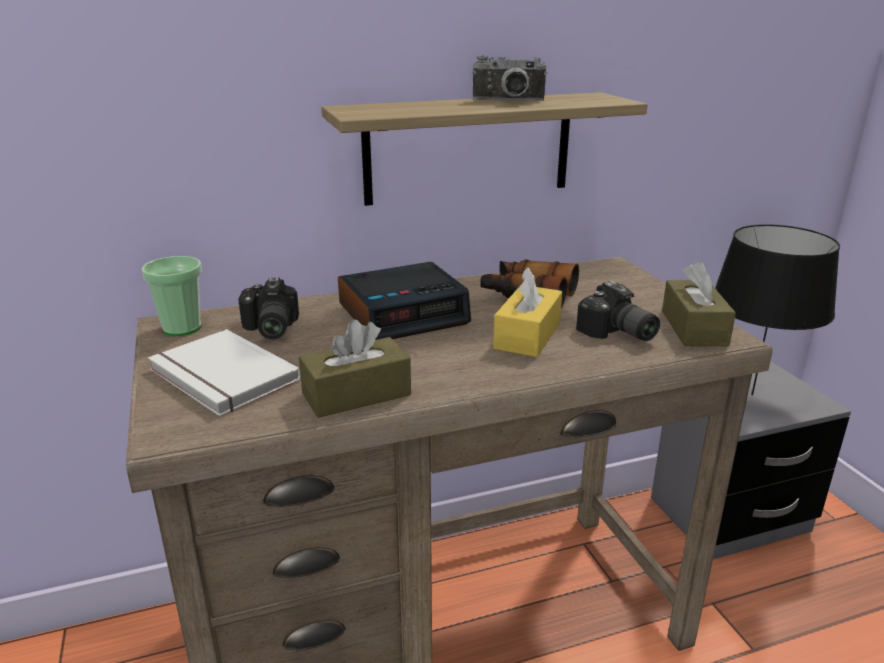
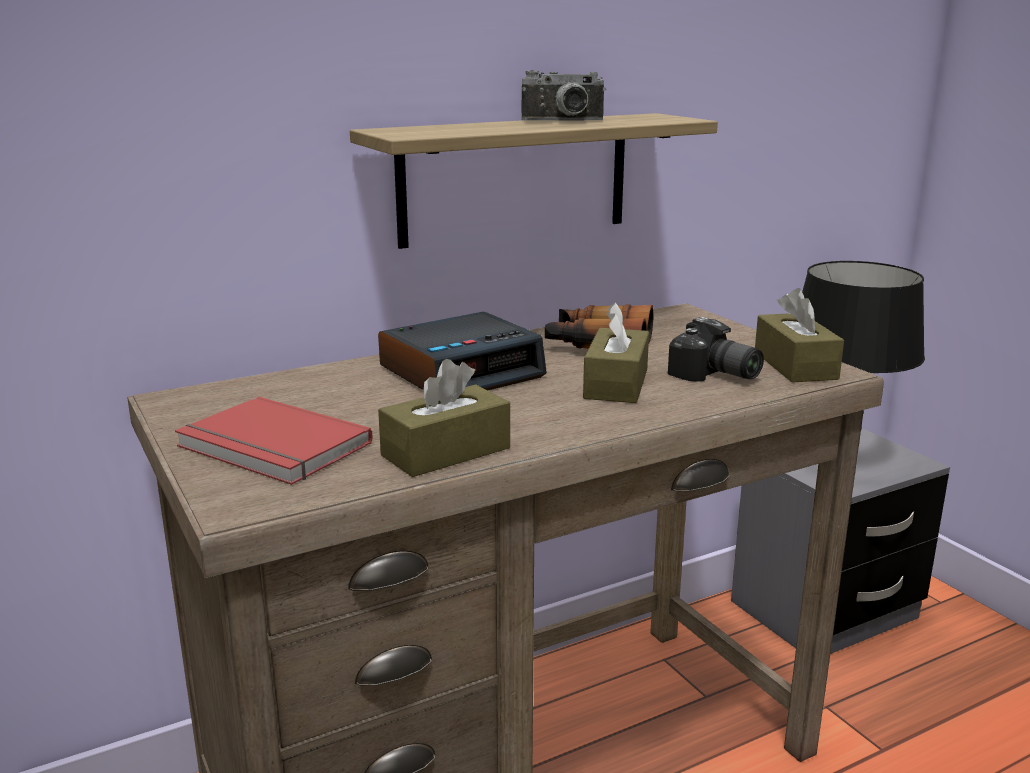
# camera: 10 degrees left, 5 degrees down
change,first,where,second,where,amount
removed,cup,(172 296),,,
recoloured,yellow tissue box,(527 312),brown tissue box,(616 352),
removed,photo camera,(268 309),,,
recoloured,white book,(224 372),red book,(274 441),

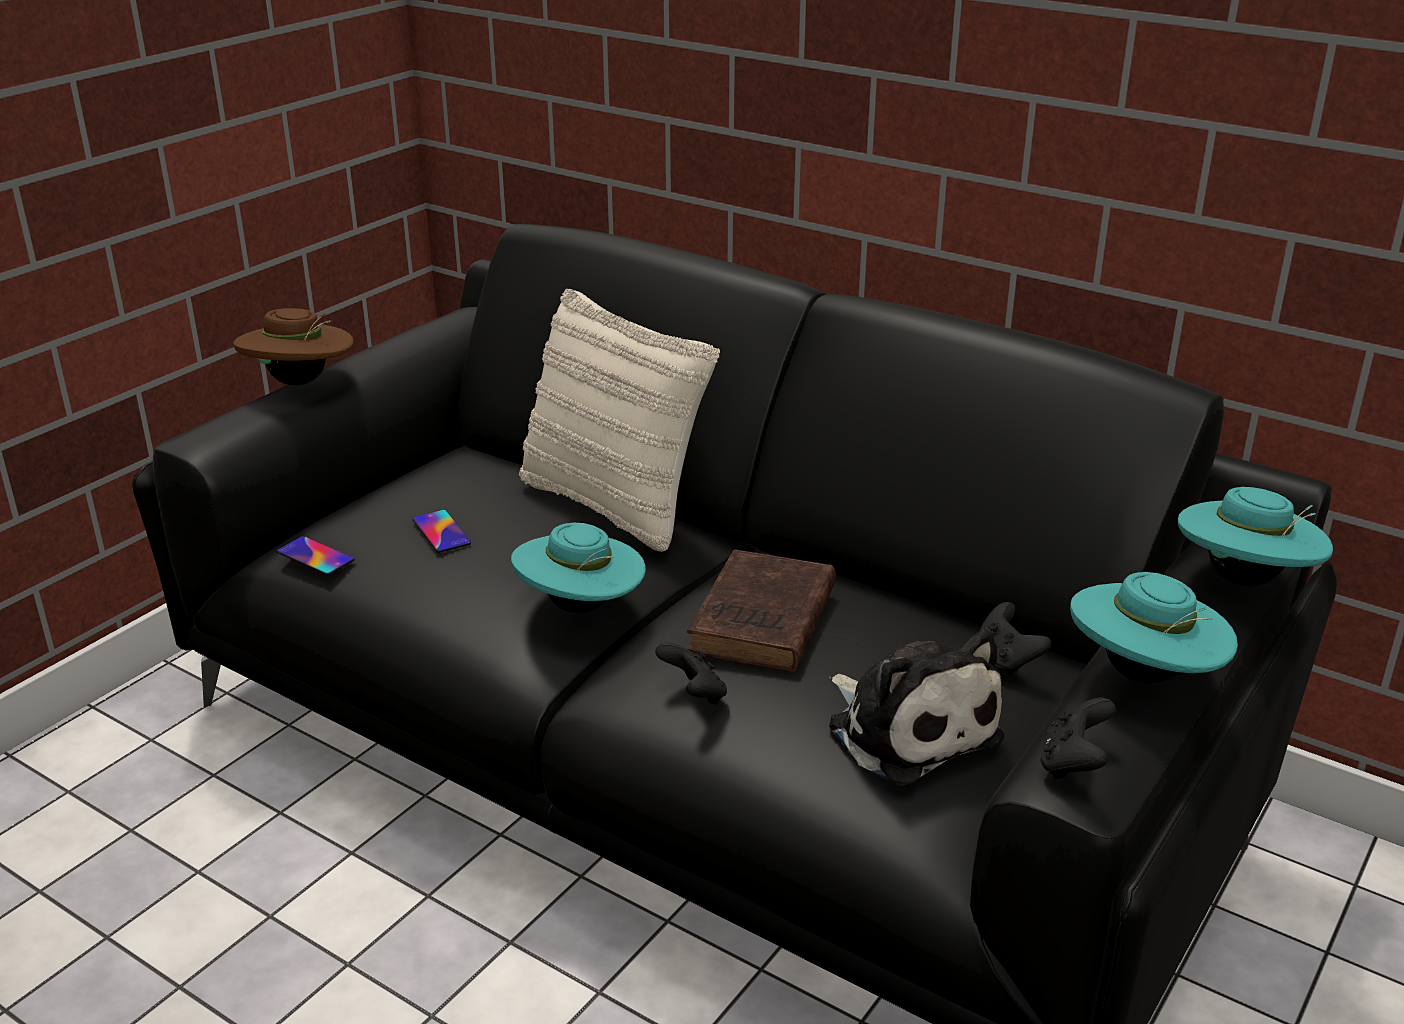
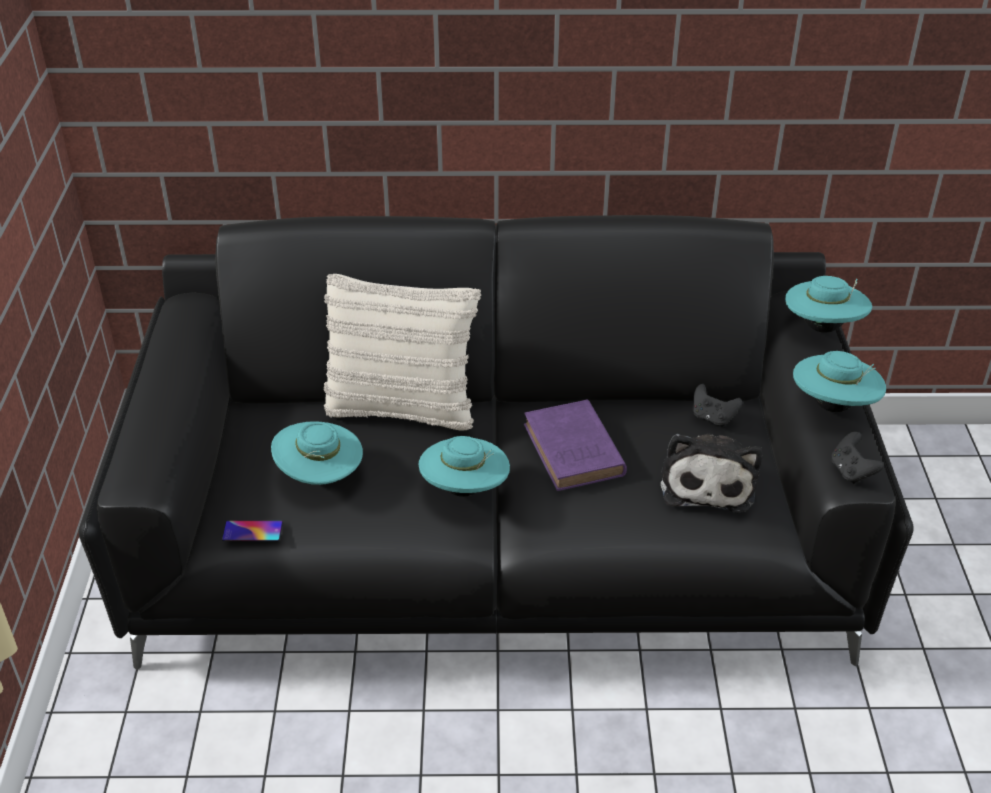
# camera: 35 degrees left, 10 degrees up
change,first,where,second,where,amount
removed,brown hat,(293 346),,,
replaced,phone,(441 531),turquoise hat,(317 453),
recoloured,brown book,(761 611),purple book,(575 445),
turned,plush toy,(916 707),,(712 473),75 degrees clockwise
removed,black game controller,(691 673),,,

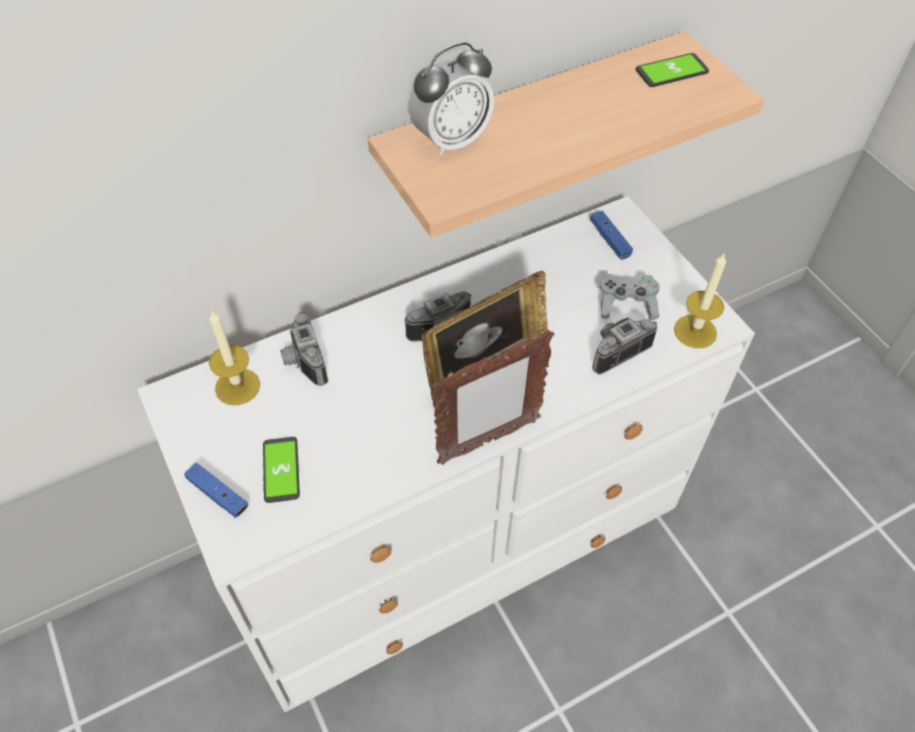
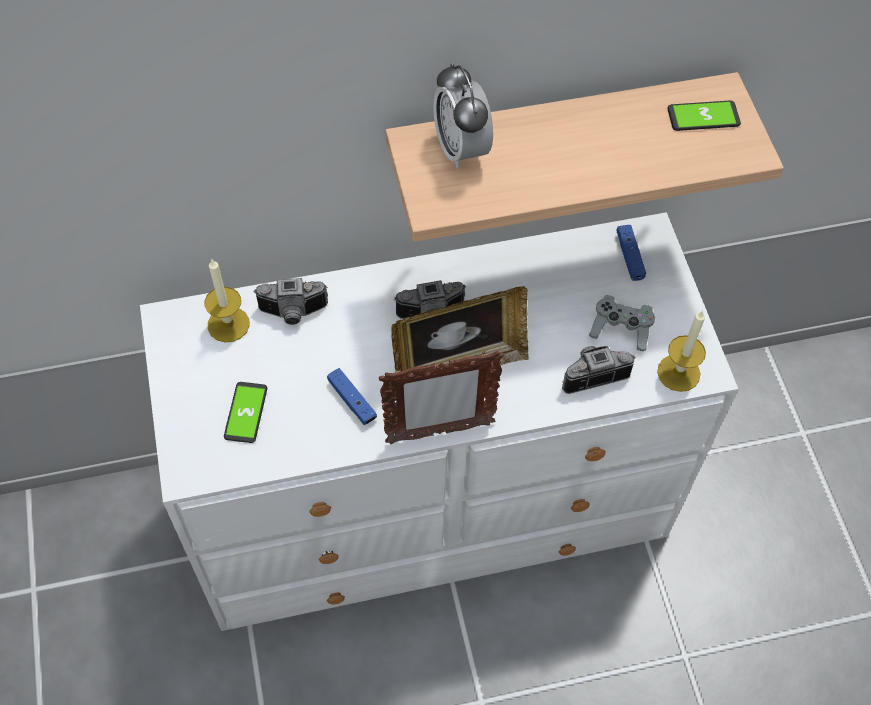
# camera: 15 degrees right, 5 degrees up
change,first,where,second,where,amount
turned,alarm clock,(451 99),,(463 116),90 degrees clockwise
turned,photo camera,(304 349),,(290 301),90 degrees counterclockwise
moved,blue game controller,(216 490),,(352 396),

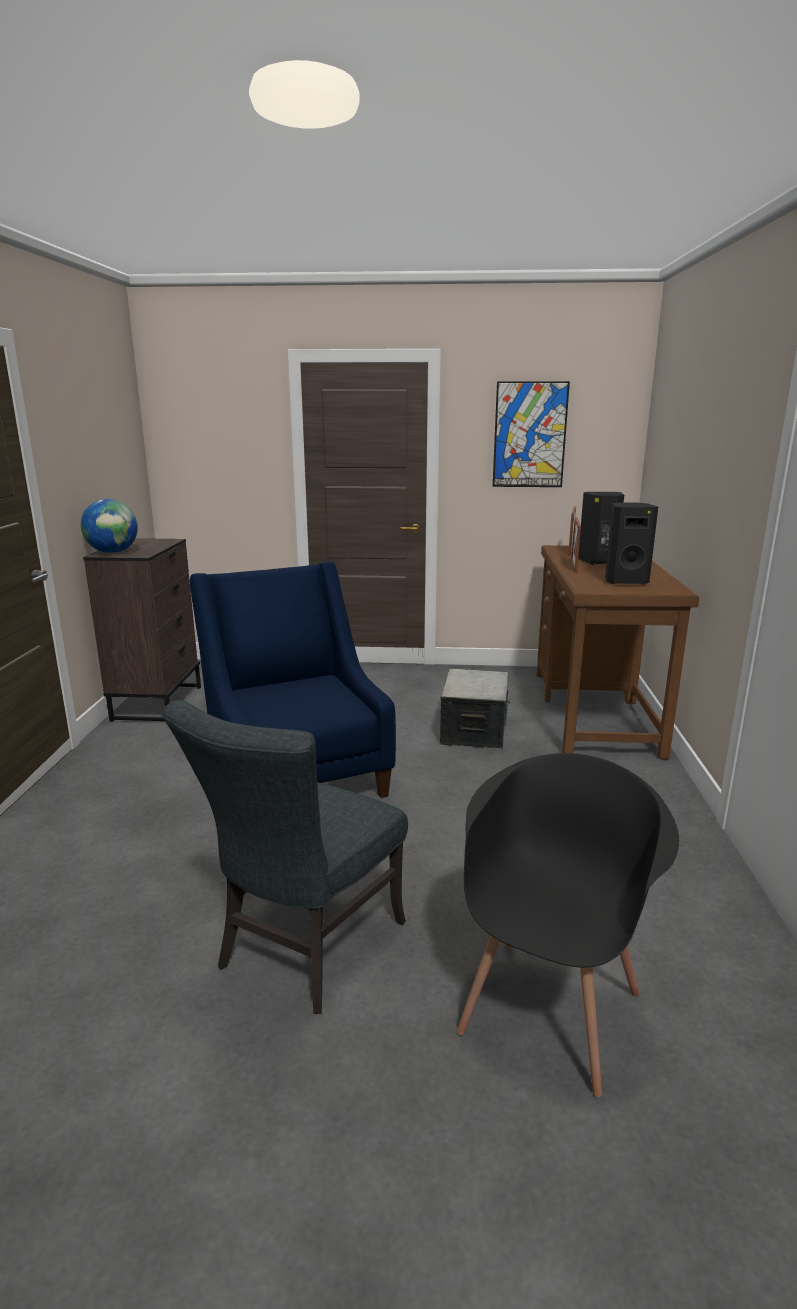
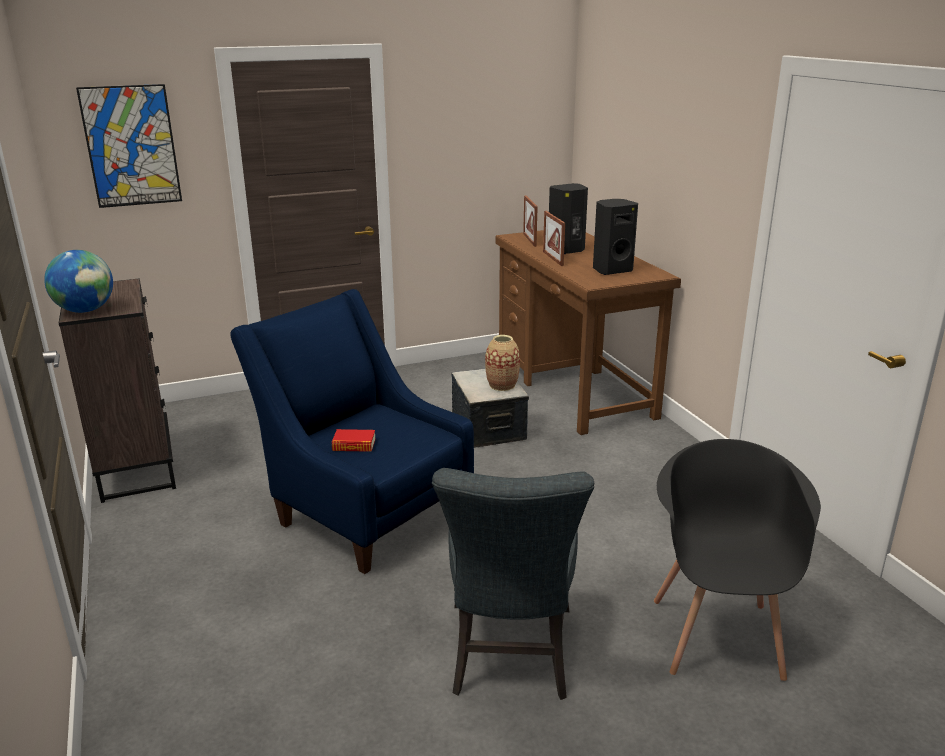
# camera: 25 degrees left, 5 degrees up
change,first,where,second,where,amount
moved,picture,(531 434),,(129 146),
added,,,vase,(502 363),
added,,,book,(354 440),

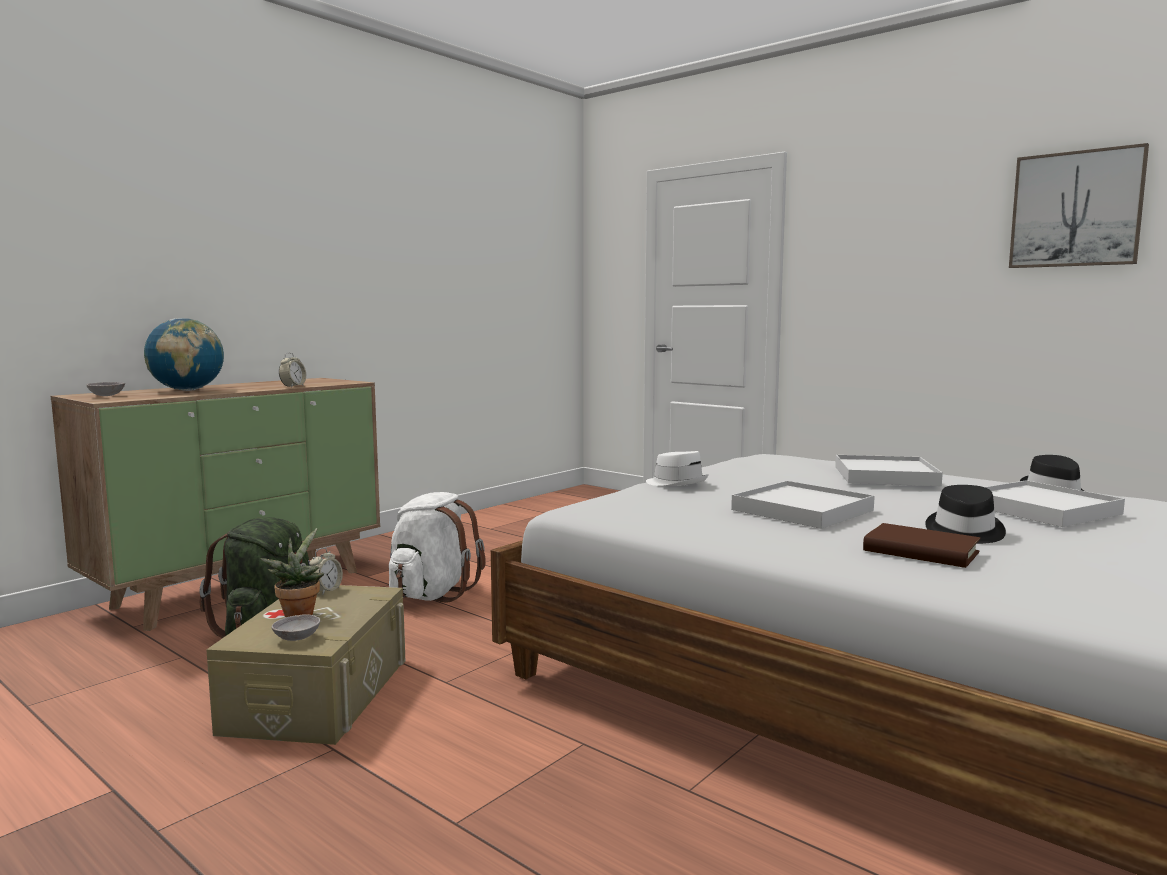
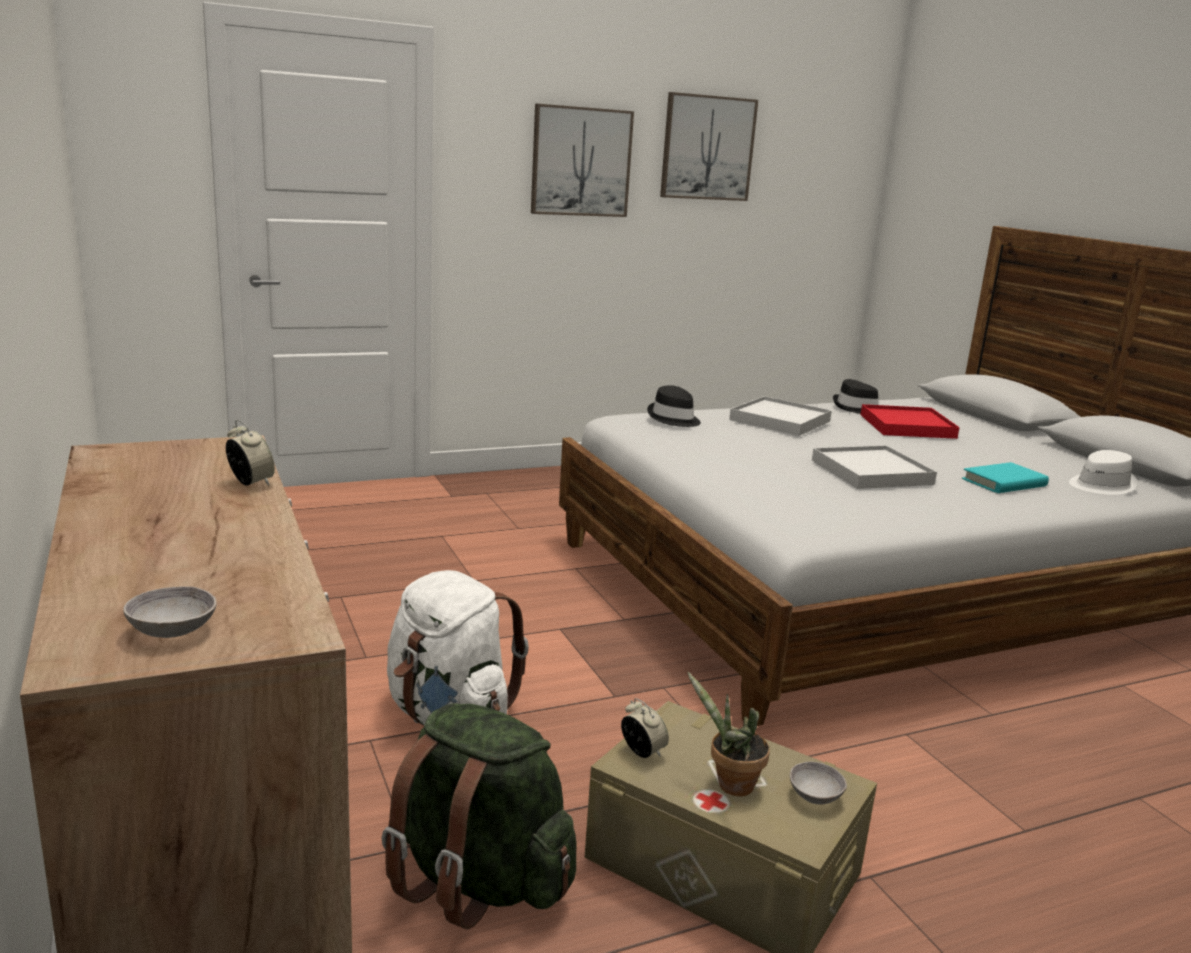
# camera: 65 degrees left, 10 degrees up
change,first,where,second,where,amount
removed,globe,(184 354),,,
moved,white hat,(677 468),,(1103 472),
recoloured,white tray,(1055 503),red tray,(910 421),
moved,black hat,(965 514),,(674 406),
recoloured,brown book,(921 545),turquoise book,(1005 477),
added,,,picture,(582 160),

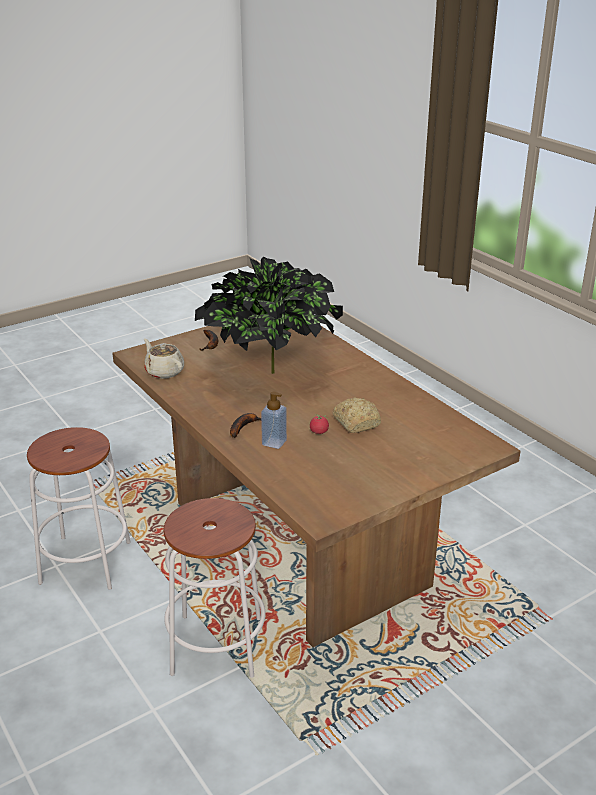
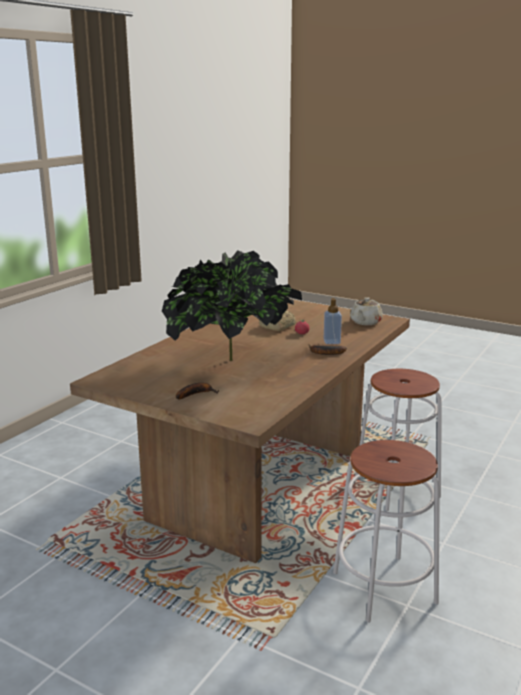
# camera: 115 degrees left, 10 degrees down
change,first,where,second,where,amount
moved,beige teapot,(164 359),,(366 311),

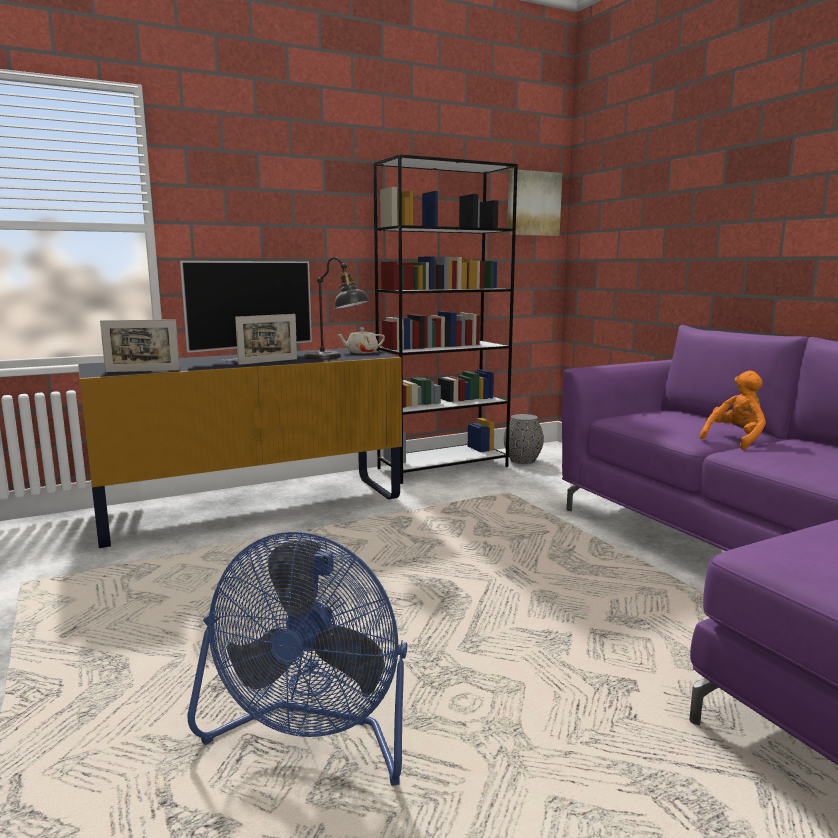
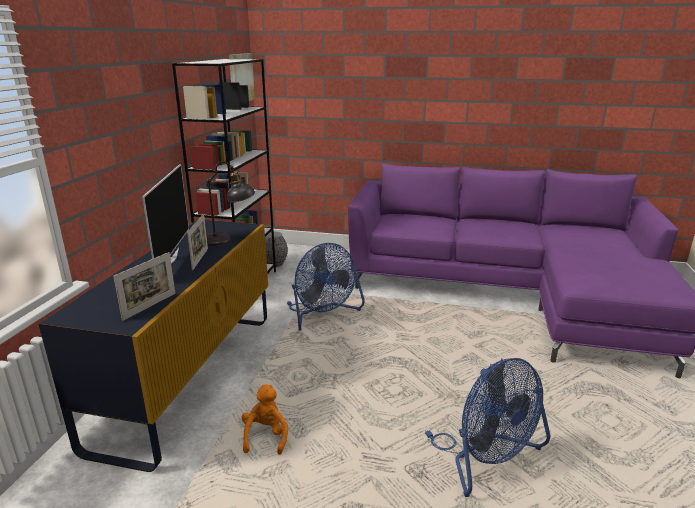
# camera: 50 degrees left, 10 degrees up
change,first,where,second,where,amount
removed,beige teapot,(361 341),,,
moved,orange plush toy,(733 410),,(265 419),
added,,,blue fan,(326 287),

